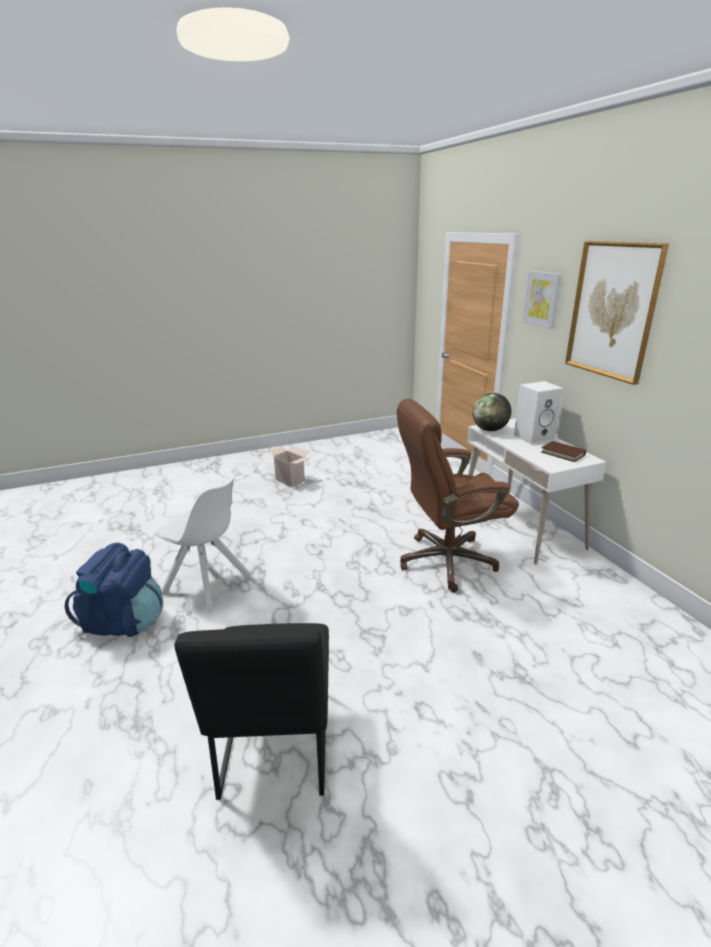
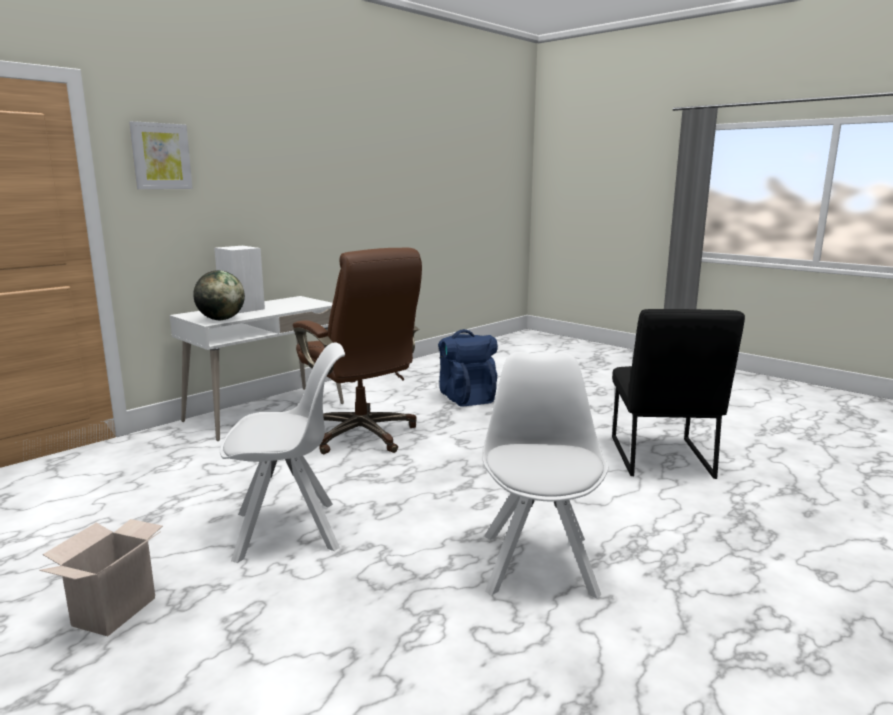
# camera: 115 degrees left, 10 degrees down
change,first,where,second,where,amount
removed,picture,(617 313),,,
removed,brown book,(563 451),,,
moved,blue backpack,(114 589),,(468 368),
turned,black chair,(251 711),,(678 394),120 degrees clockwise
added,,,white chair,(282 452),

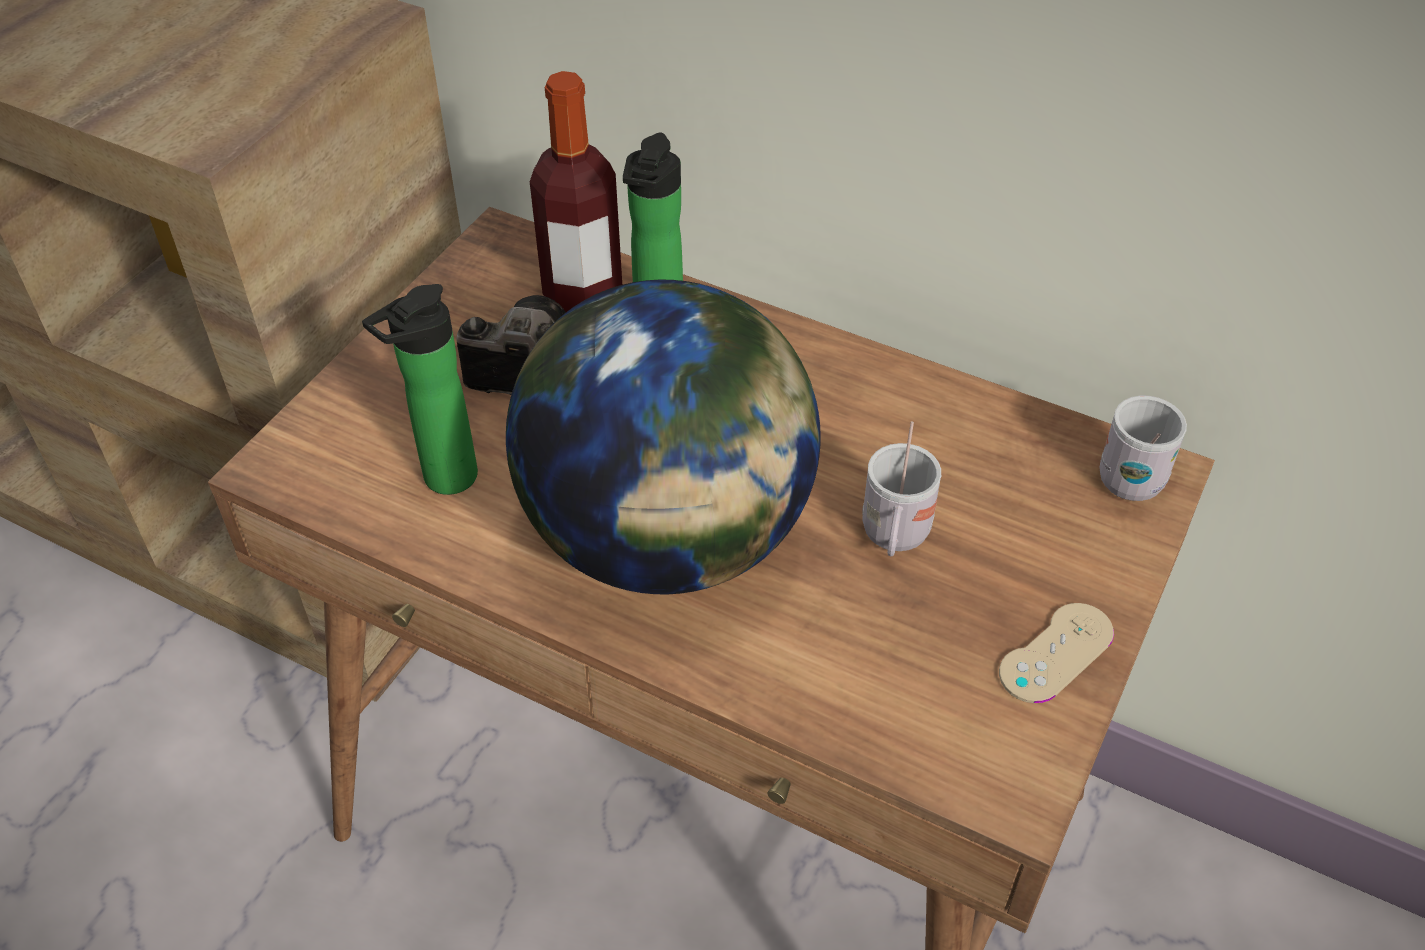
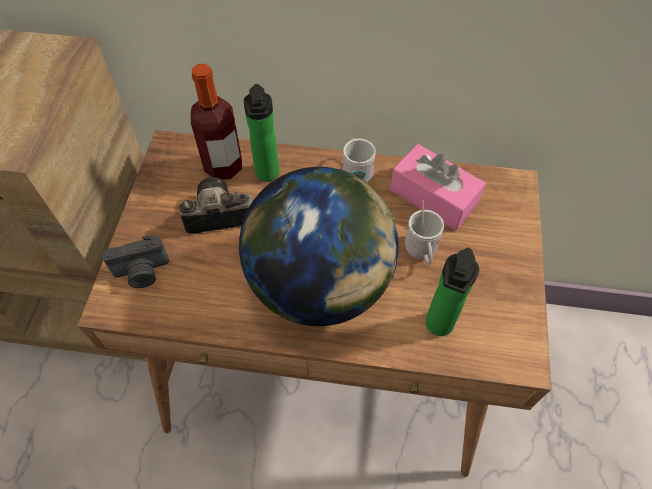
# camera: 20 degrees left, 10 degrees up
change,first,where,second,where,amount
moved,bottle,(420 389),,(452 292),
moved,white mug,(1143 448),,(359 160),
removed,beige game controller,(1056 653),,,
added,,,pink tissue box,(438 187),
added,,,photo camera,(135 261),

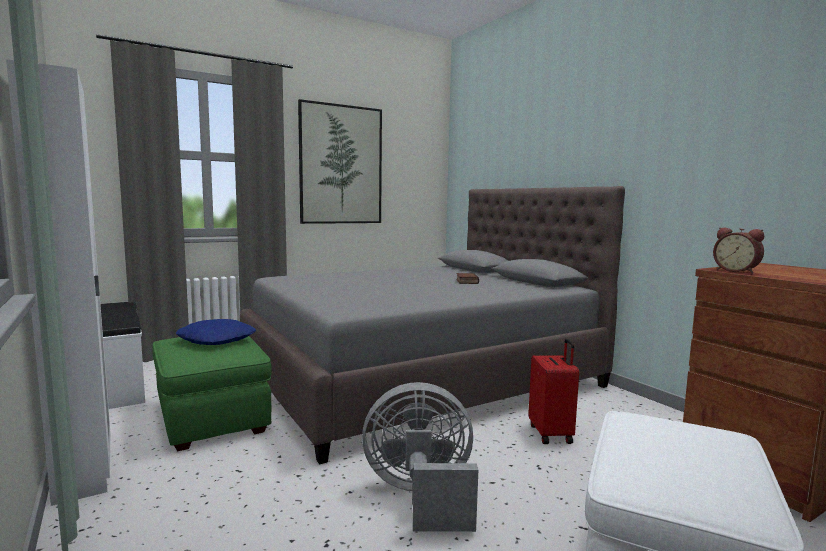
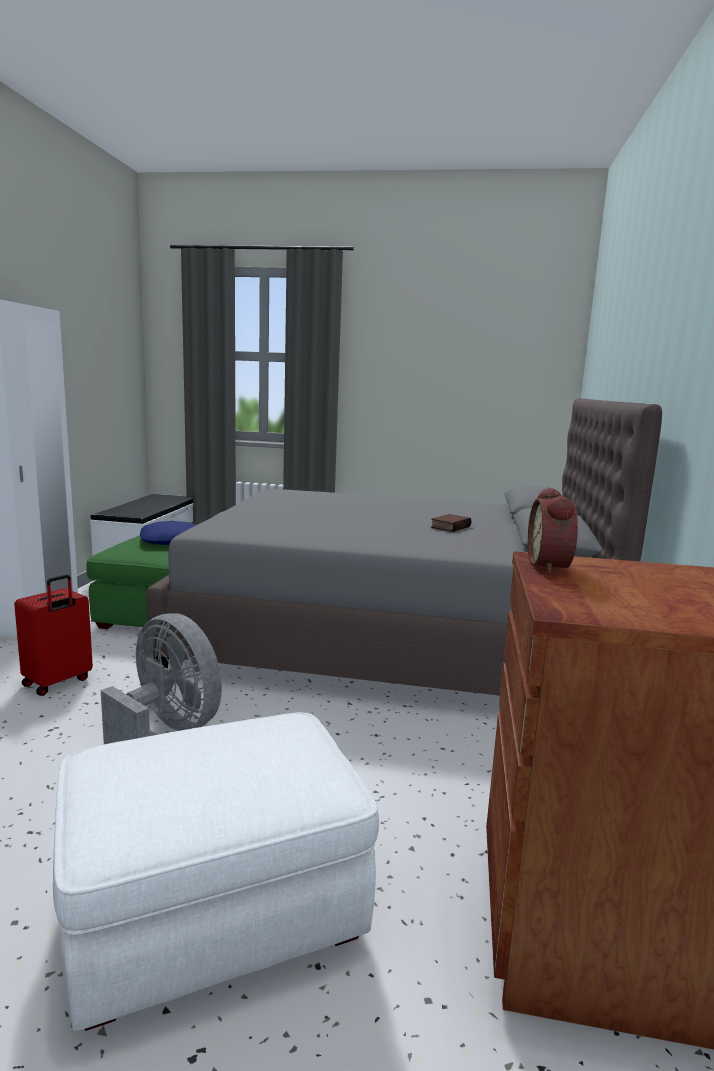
# camera: 40 degrees right, 5 degrees up
change,first,where,second,where,amount
removed,picture,(340 161),,,
moved,red suitcase,(553 391),,(53 635),

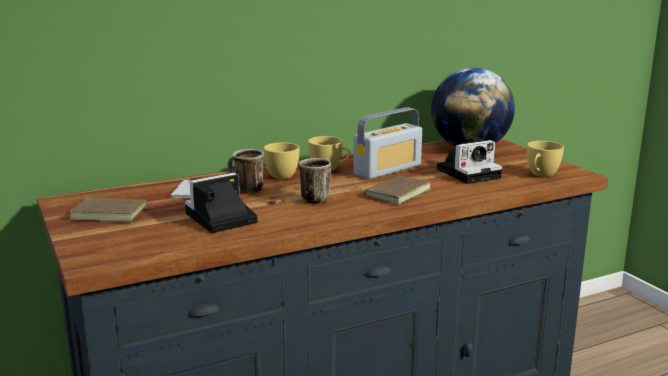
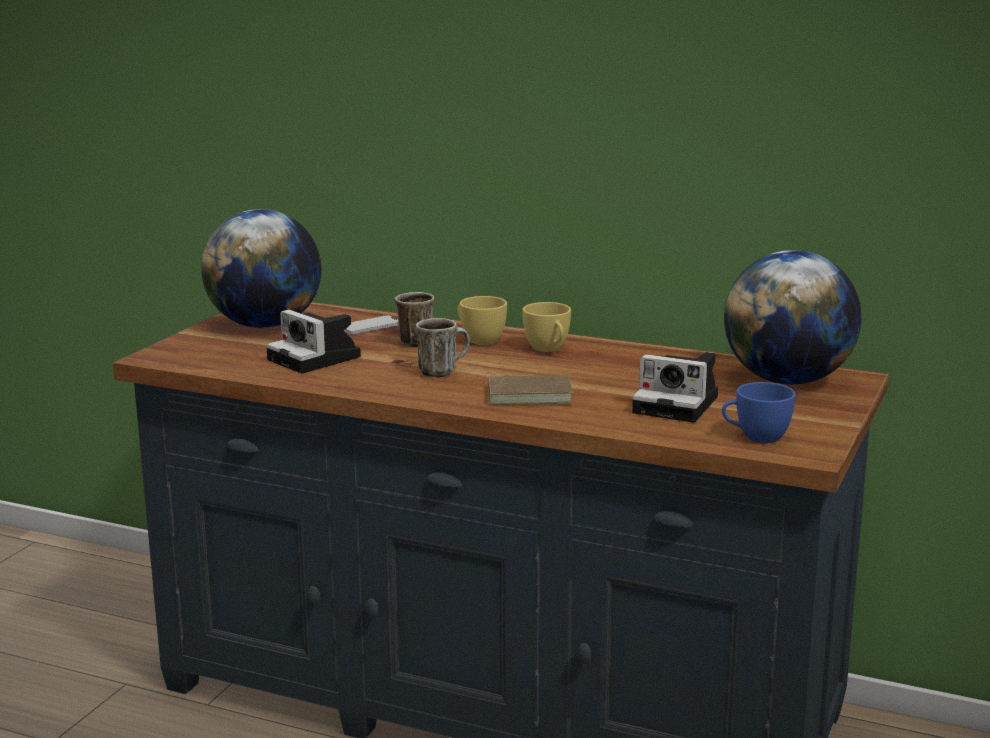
# camera: 50 degrees right, 0 degrees up
change,first,where,second,where,amount
removed,radio,(387 143),,,
recoloured,yellow cup,(545 159),blue cup,(759 412),
turned,photo camera,(221 203),,(313 341),150 degrees counterclockwise
replaced,brown book,(108 208),globe,(261 268),

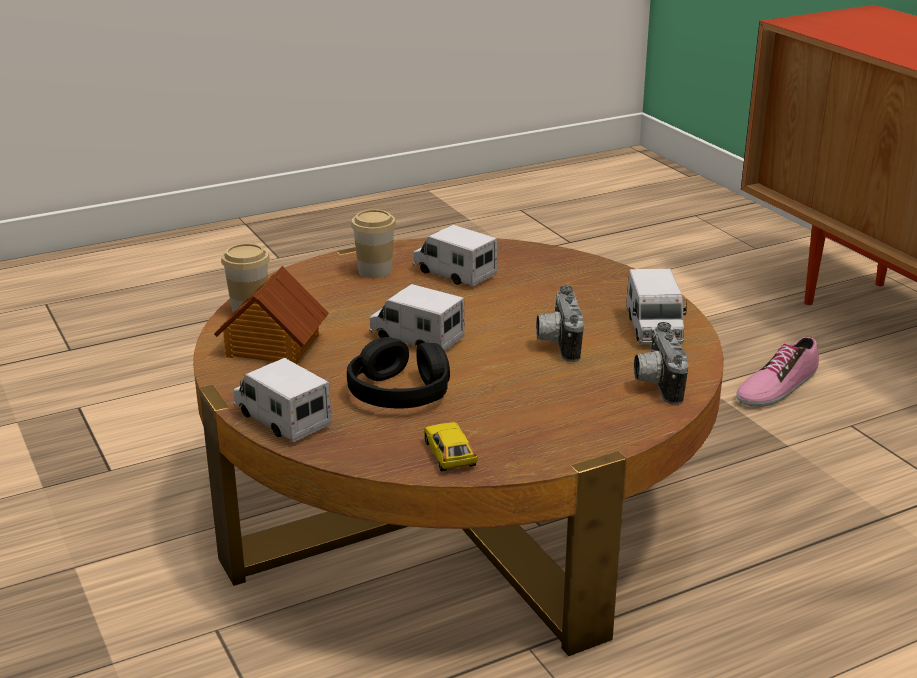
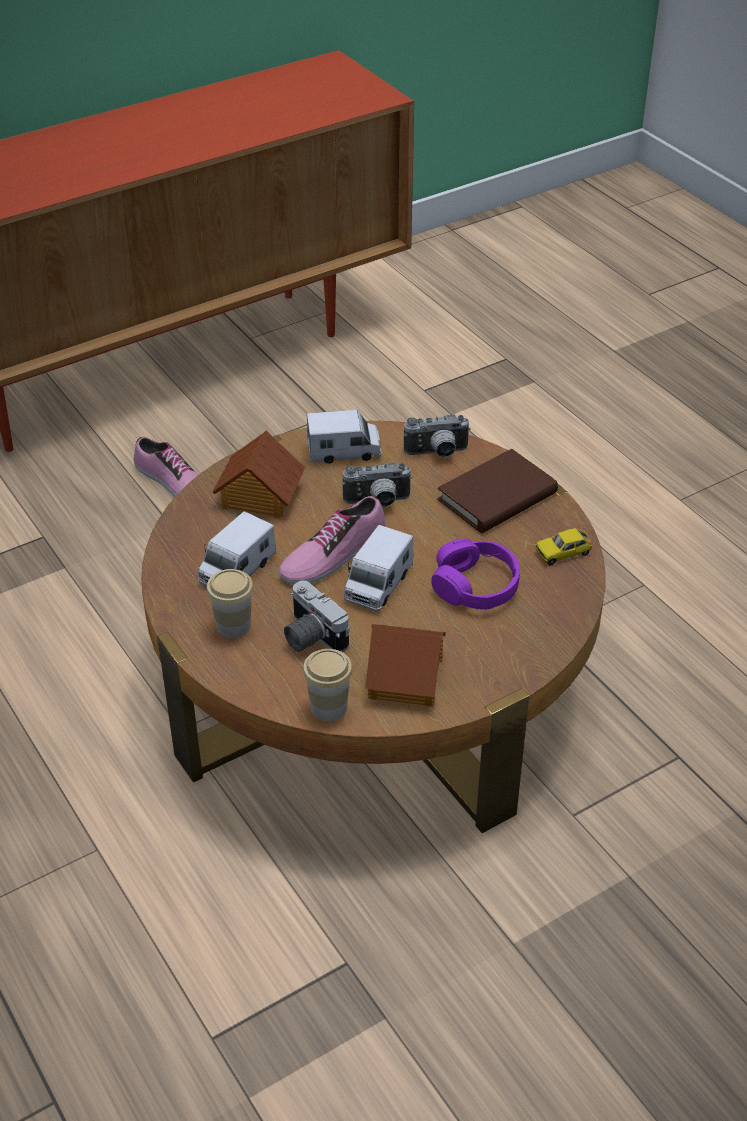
# camera: 95 degrees left, 15 degrees up
change,first,where,second,where,amount
recoloured,black headphones,(398 373),purple headphones,(475 574),
removed,toy truck,(282 400),,,
added,,,toy house,(258 474),
added,,,brown book,(497 491),
added,,,shoe,(332 540),
added,,,photo camera,(317 616),

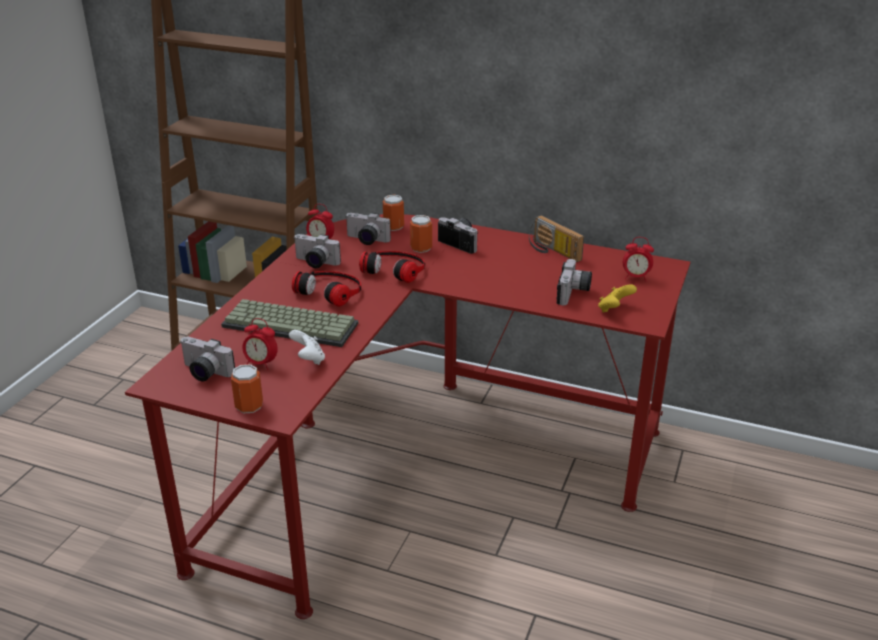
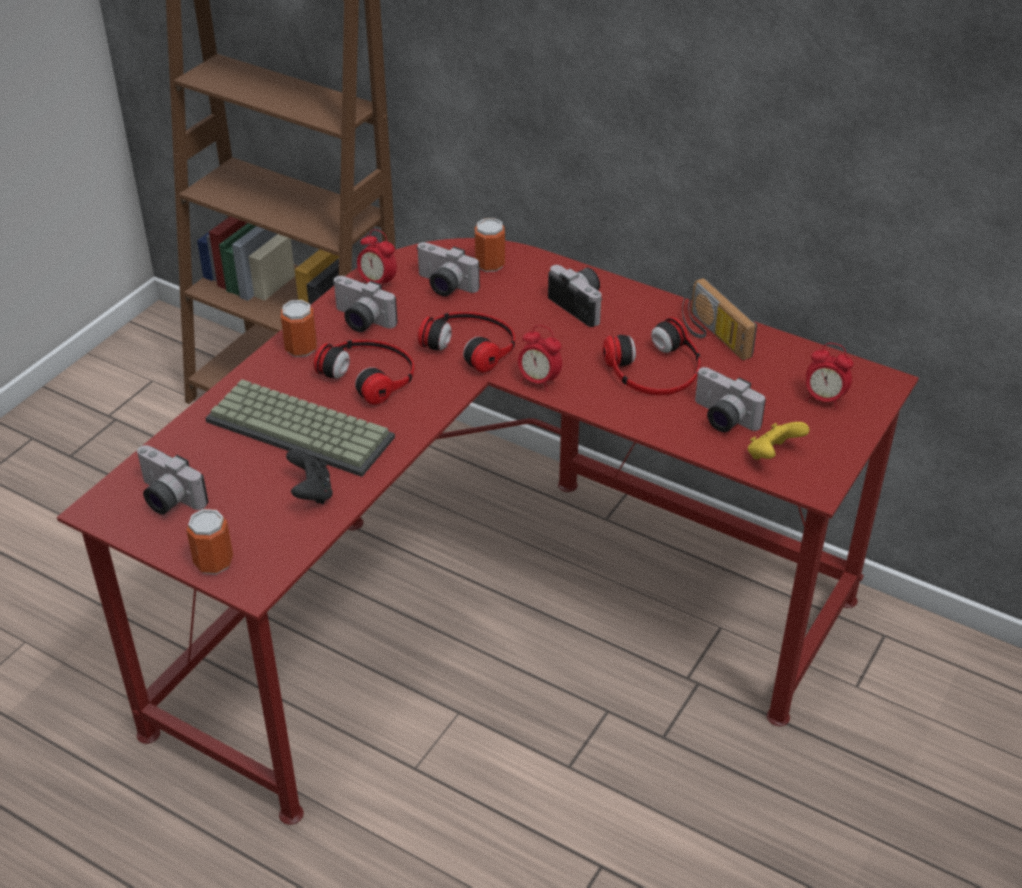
# camera: 10 degrees right, 10 degrees up
change,first,where,second,where,amount
moved,can,(421 234),,(299 328),
turned,photo camera,(574 282),,(730 399),105 degrees clockwise
moved,alarm clock,(260 344),,(540 358),
recoloured,white game controller,(307 347),black game controller,(309 476),
added,,,headphones,(651 356),

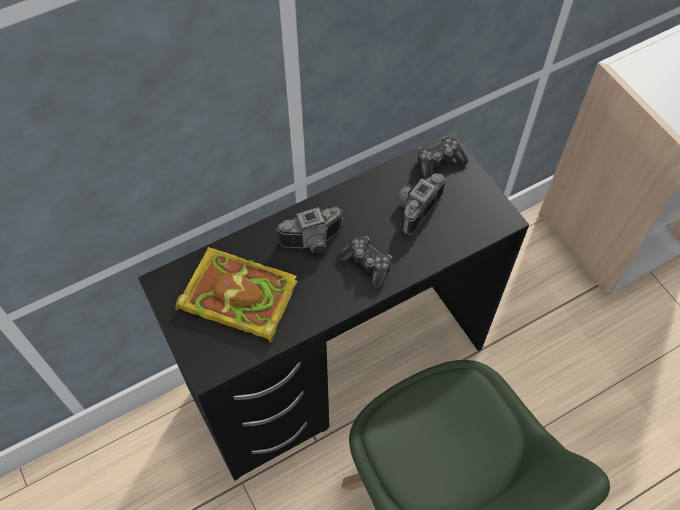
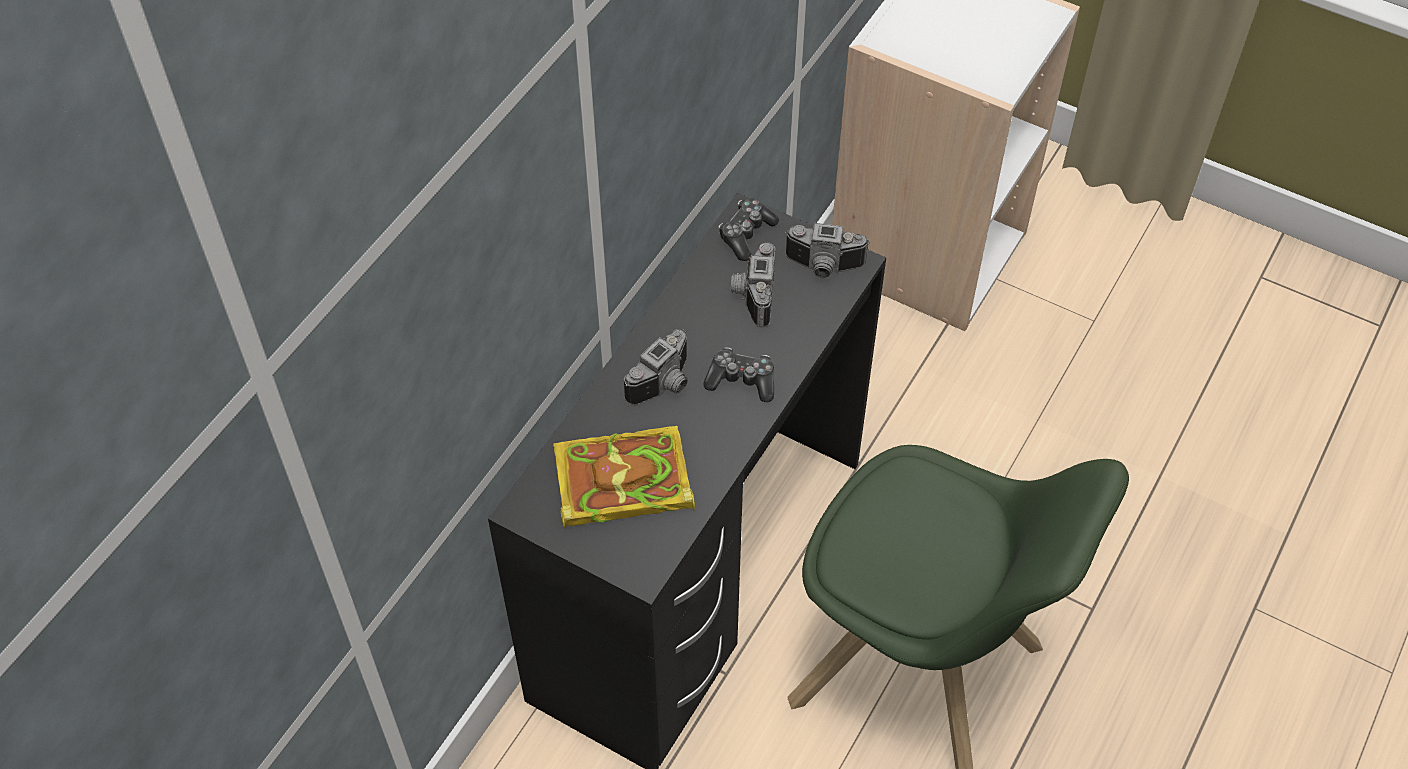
# camera: 30 degrees left, 5 degrees down
change,first,where,second,where,amount
added,,,photo camera,(828 250),

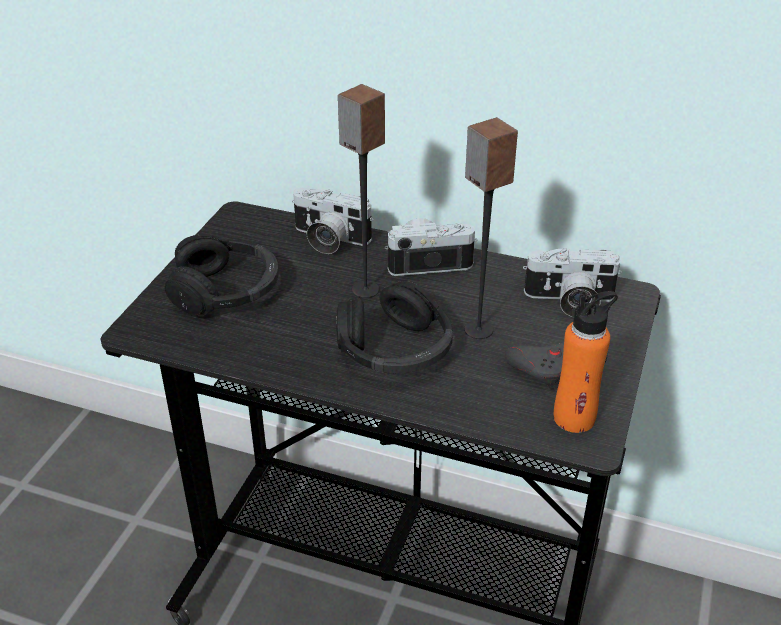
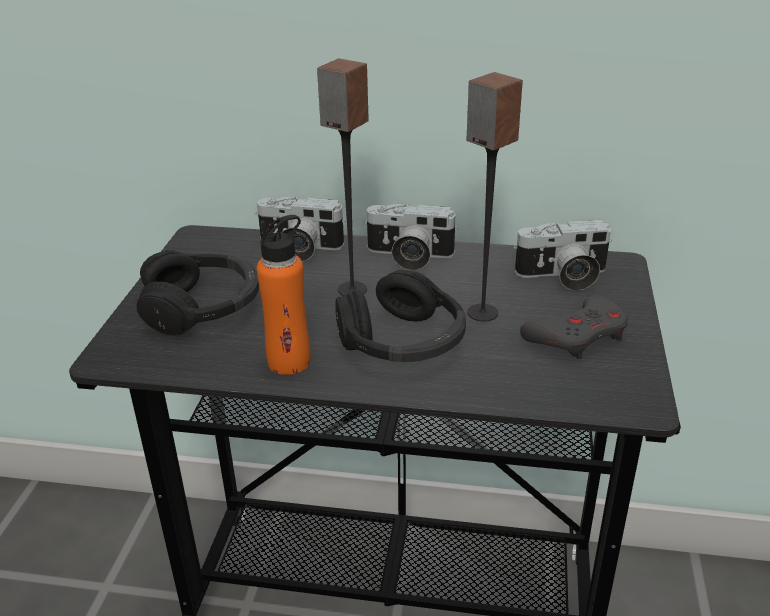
# camera: 10 degrees left, 5 degrees down
change,first,where,second,where,amount
turned,photo camera,(431 247),,(411 236),150 degrees counterclockwise
moved,orange bottle,(586 362),,(283 295),

